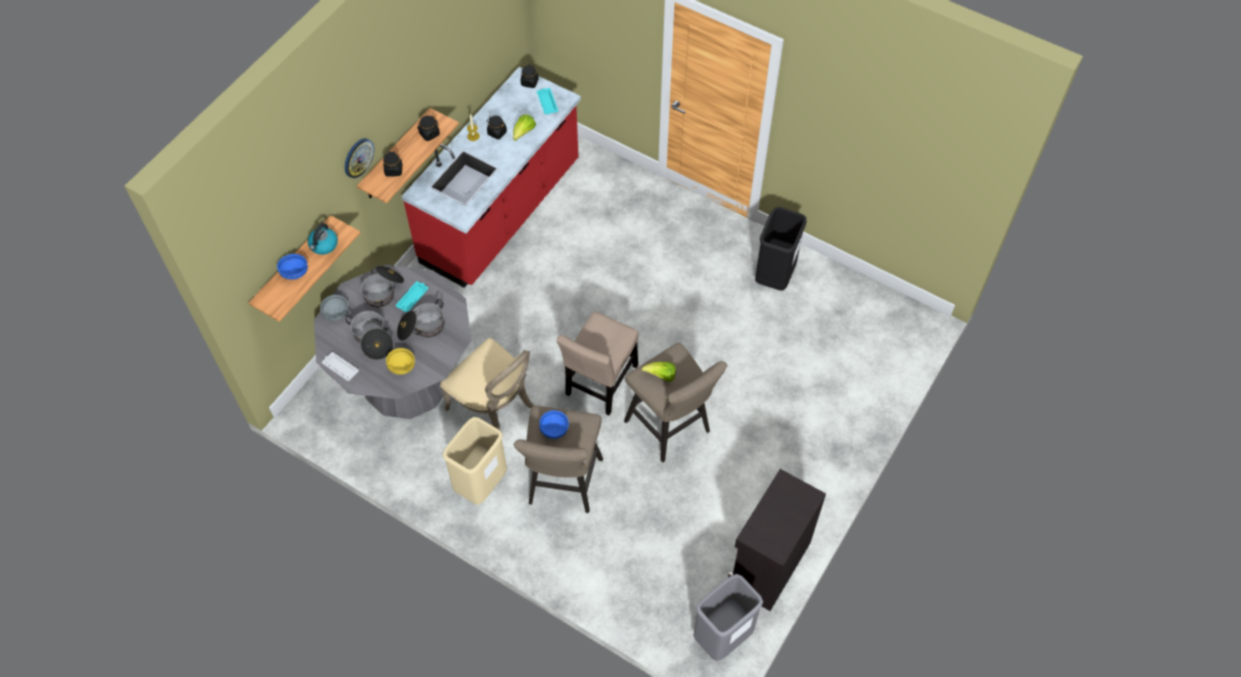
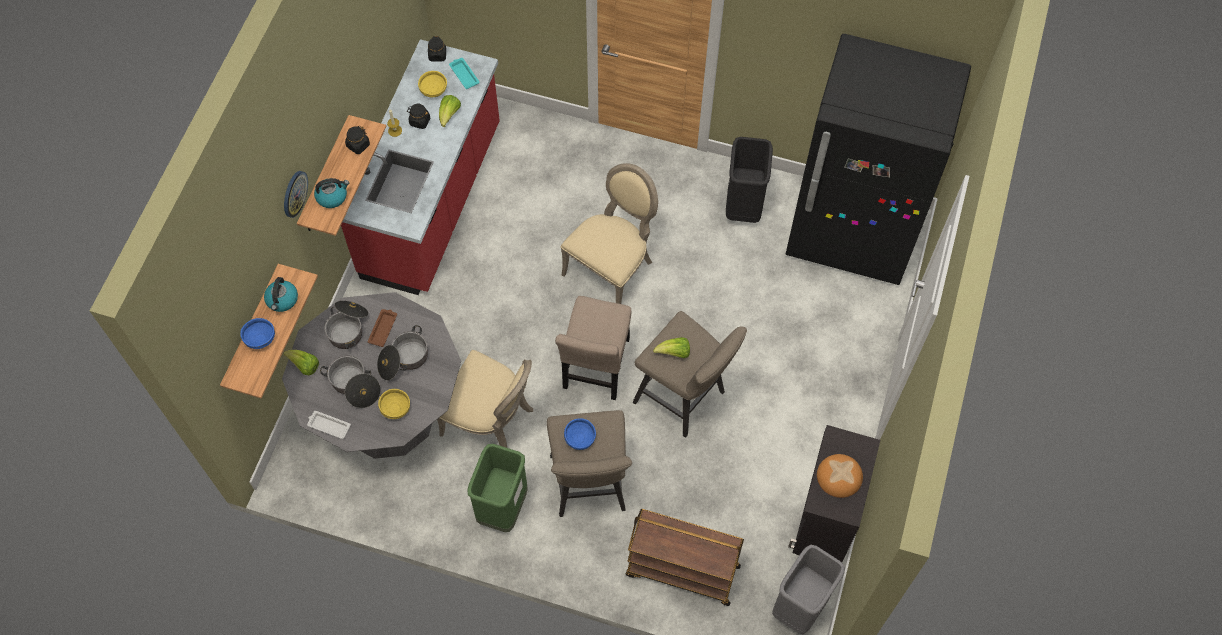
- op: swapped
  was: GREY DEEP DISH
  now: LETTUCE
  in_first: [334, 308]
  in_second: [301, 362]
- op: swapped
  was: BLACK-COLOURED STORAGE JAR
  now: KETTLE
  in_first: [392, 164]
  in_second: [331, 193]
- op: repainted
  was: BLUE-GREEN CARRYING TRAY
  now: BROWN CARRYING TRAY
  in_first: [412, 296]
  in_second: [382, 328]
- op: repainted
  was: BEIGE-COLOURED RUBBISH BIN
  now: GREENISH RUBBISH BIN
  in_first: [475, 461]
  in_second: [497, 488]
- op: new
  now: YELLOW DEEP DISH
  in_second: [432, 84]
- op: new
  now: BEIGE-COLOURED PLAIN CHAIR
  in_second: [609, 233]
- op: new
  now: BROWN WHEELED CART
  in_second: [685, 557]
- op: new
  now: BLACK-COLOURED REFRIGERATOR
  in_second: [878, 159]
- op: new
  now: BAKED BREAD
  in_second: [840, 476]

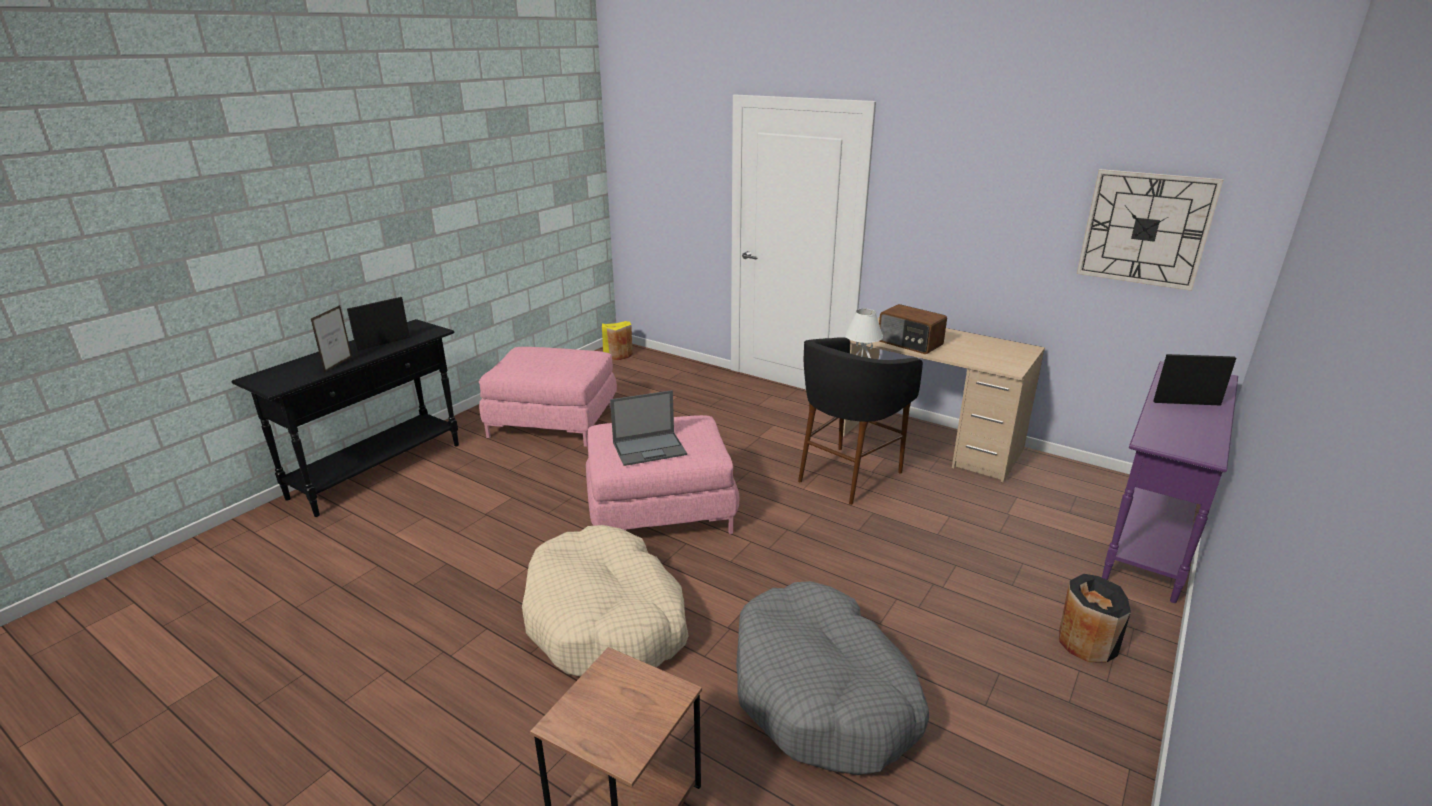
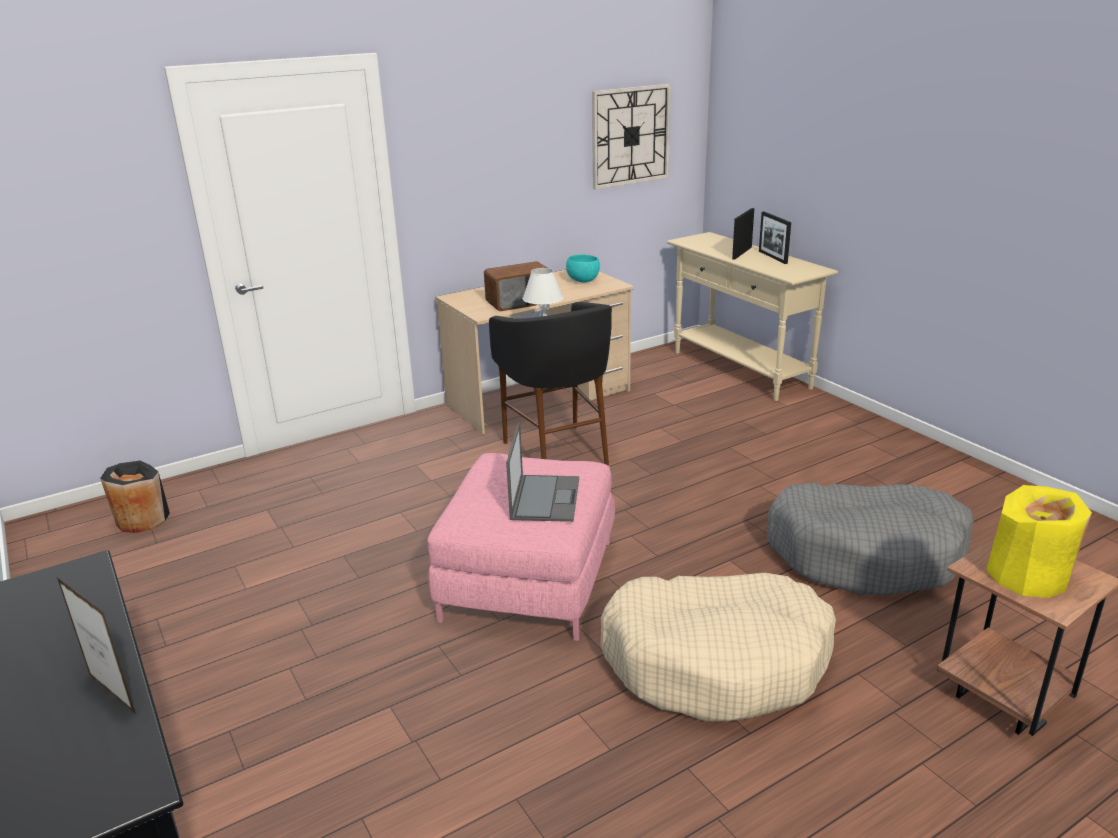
- op: shifted
  was: STANDING FRAME
  in_first: [378, 324]
  in_second: [775, 238]
- op: gone
  was: PINK OTTOMAN
  in_first: [548, 397]
- op: shifted
  was: YELLOW FLOWER VASE
  in_first: [617, 340]
  in_second: [1039, 541]
- op: shifted
  was: BLACK-COLOURED FLOWER VASE
  in_first: [1095, 618]
  in_second: [135, 497]
- op: repainted
  was: PURPLISH CONSOLE TABLE
  now: BEIGE-COLOURED CONSOLE TABLE
  in_first: [1170, 482]
  in_second: [752, 316]
- op: new
  now: BLUE-GREEN DEEP DISH
  in_second: [583, 268]

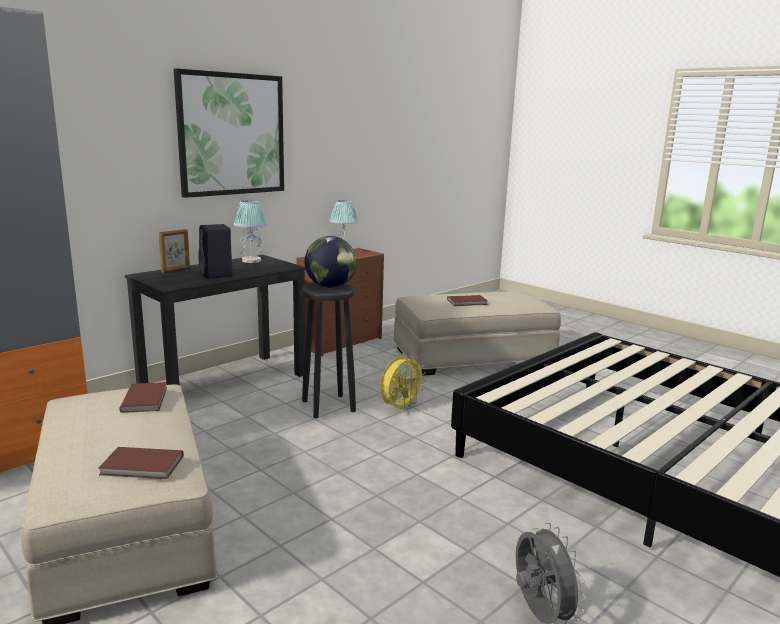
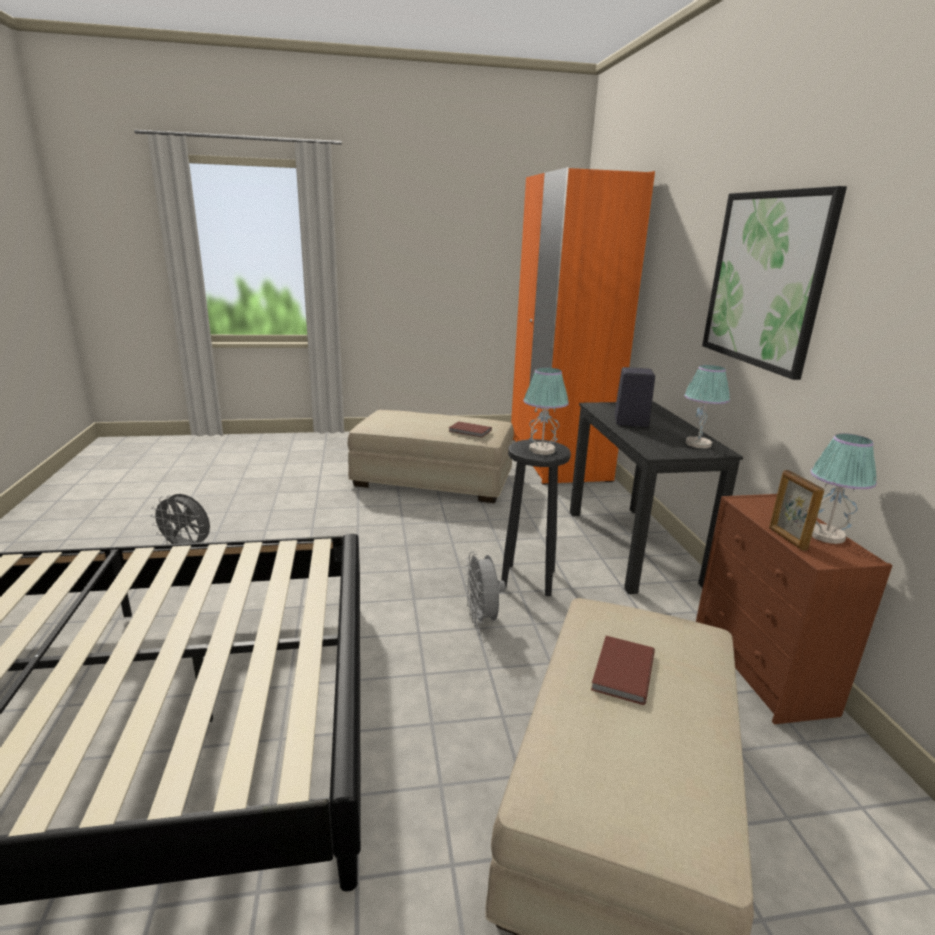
- op: gone
  was: BROWN BOUND BOOK
  in_first: [141, 463]
- op: shifted
  was: STANDING FRAME
  in_first: [174, 251]
  in_second: [797, 510]
- op: swapped
  was: DESK GLOBE
  now: TABLE LAMP
  in_first: [330, 262]
  in_second: [546, 411]
- op: repainted
  was: YELLOW ELECTRIC FAN
  now: GREY ELECTRIC FAN
  in_first: [403, 384]
  in_second: [485, 589]

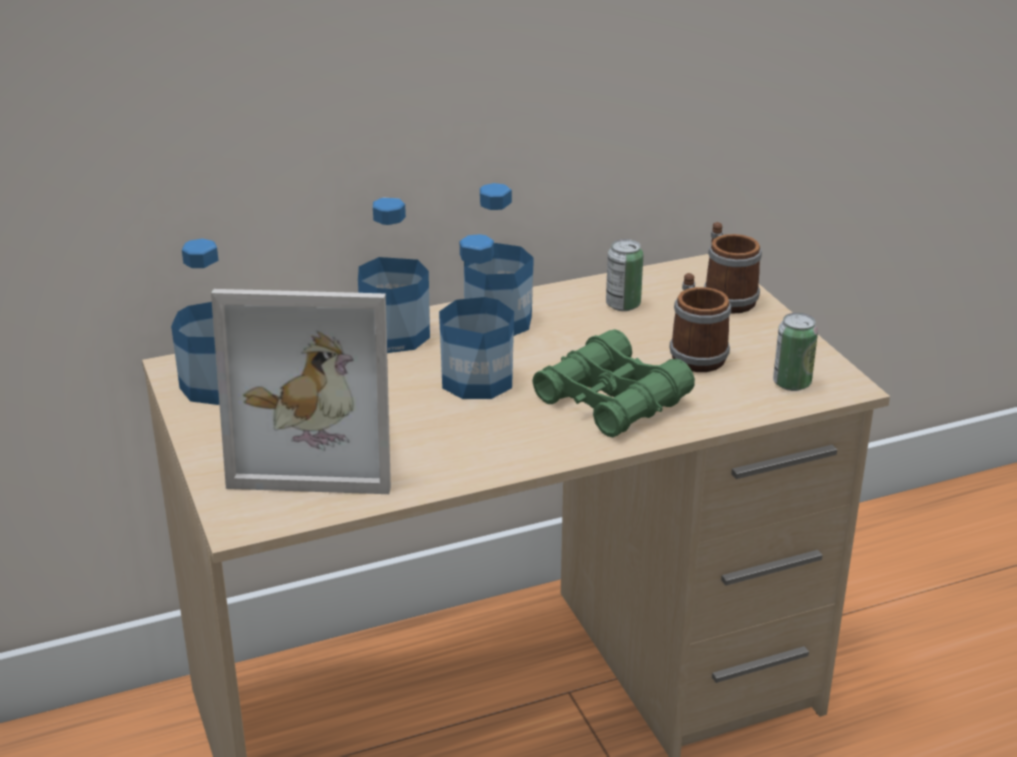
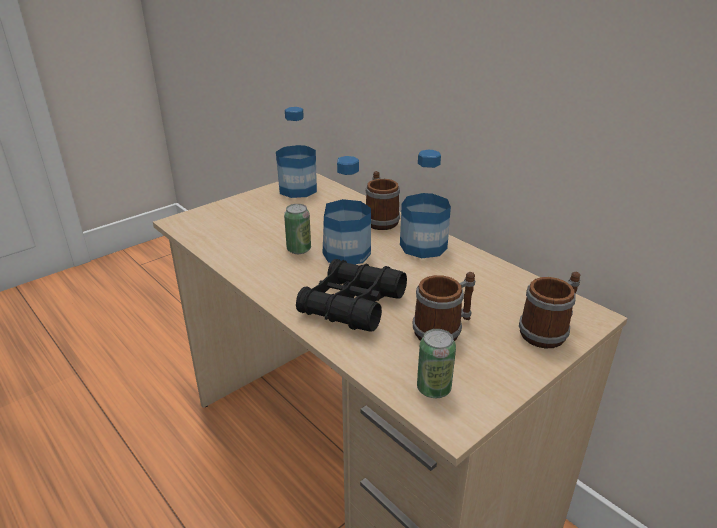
- op: gone
  was: STANDING FRAME
  in_first: [301, 391]
- op: swapped
  was: BEVERAGE BOTTLE
  now: TEA MUG
  in_first: [394, 275]
  in_second: [383, 200]
- op: repainted
  was: GREENISH BINOCULARS
  now: BLACK-COLOURED BINOCULARS
  in_first: [613, 383]
  in_second: [351, 295]
- op: shifted
  was: SEALED CAN
  in_first: [624, 275]
  in_second: [297, 229]

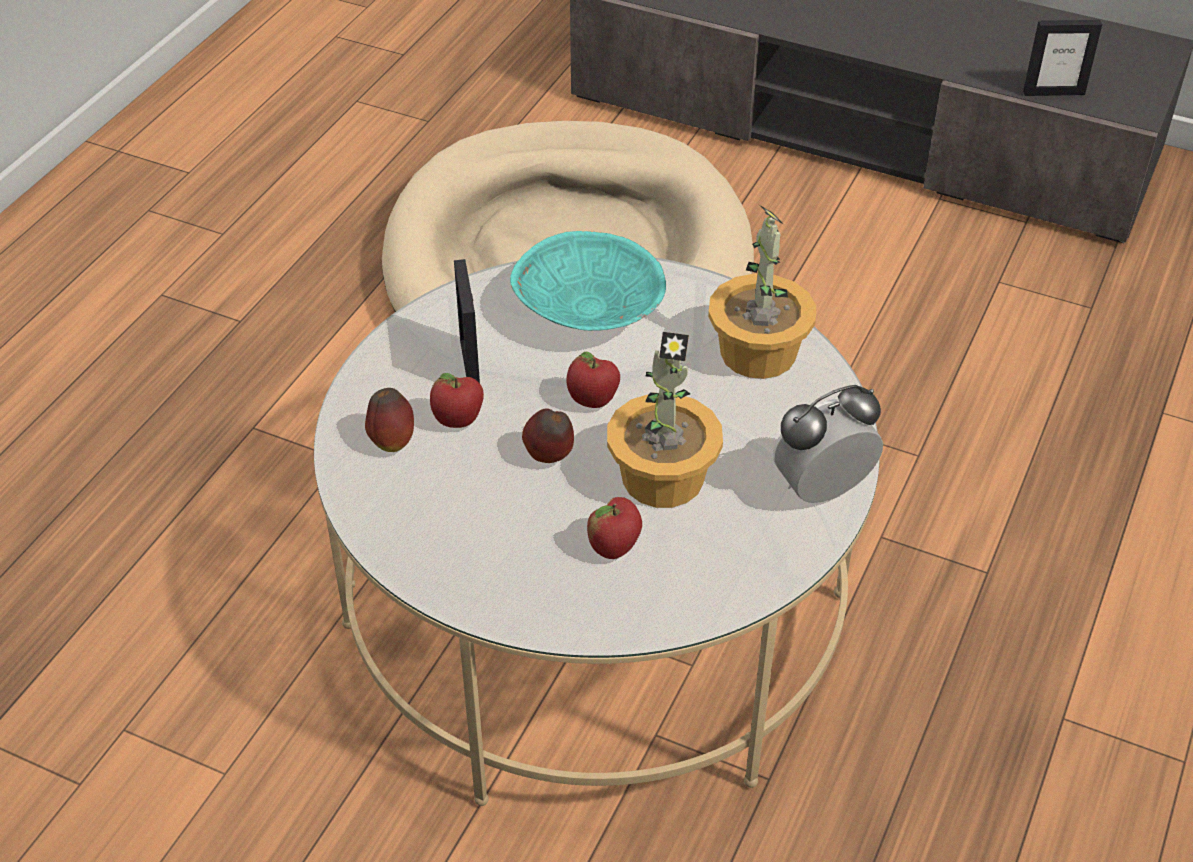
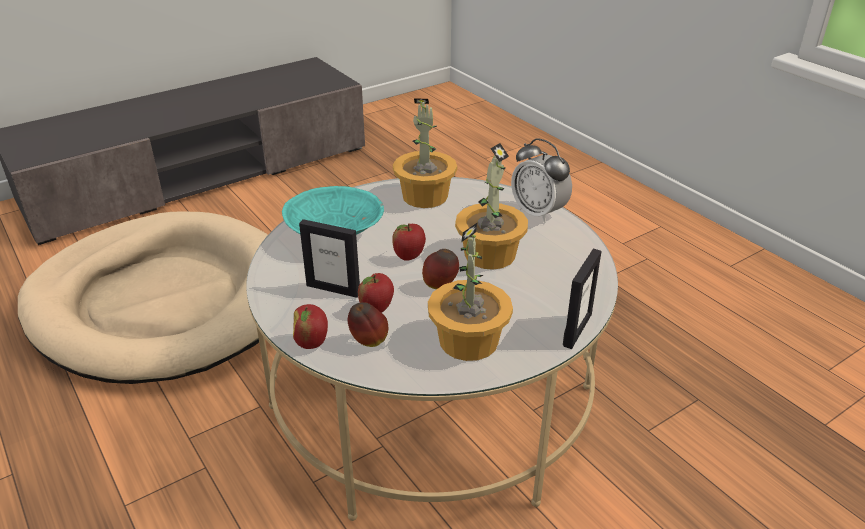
- op: shifted
  was: APPLE
  in_first: [614, 528]
  in_second: [310, 326]
- op: rotated
  was: TABLE CLOCK
  in_first: [828, 444]
  in_second: [541, 180]
  clockwise: -45
- op: shifted
  was: STANDING FRAME
  in_first: [1062, 58]
  in_second: [582, 299]
- op: new
  now: PLANT IN A POT
  in_second: [470, 292]

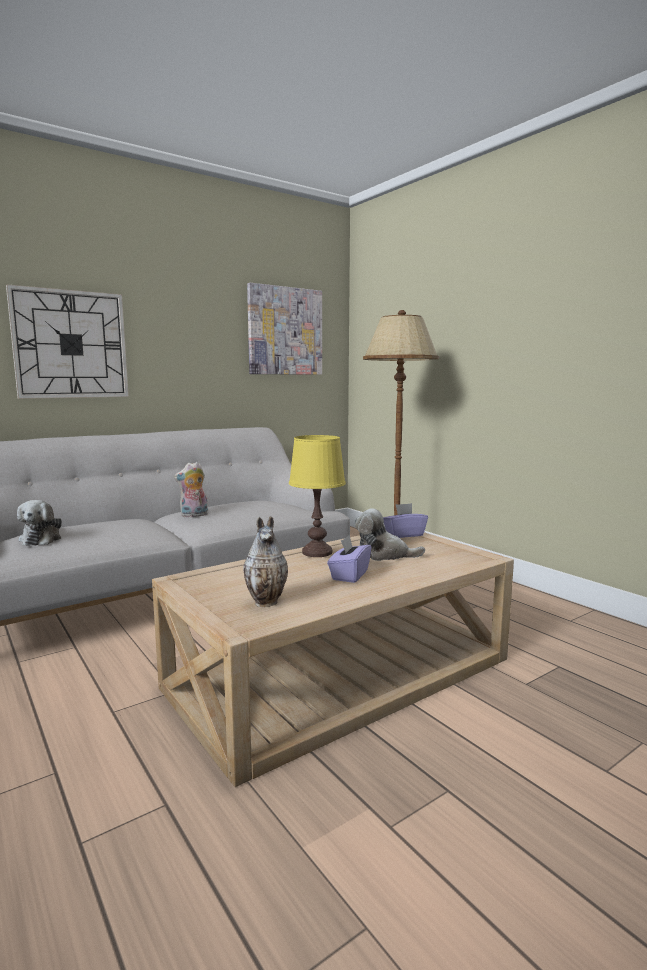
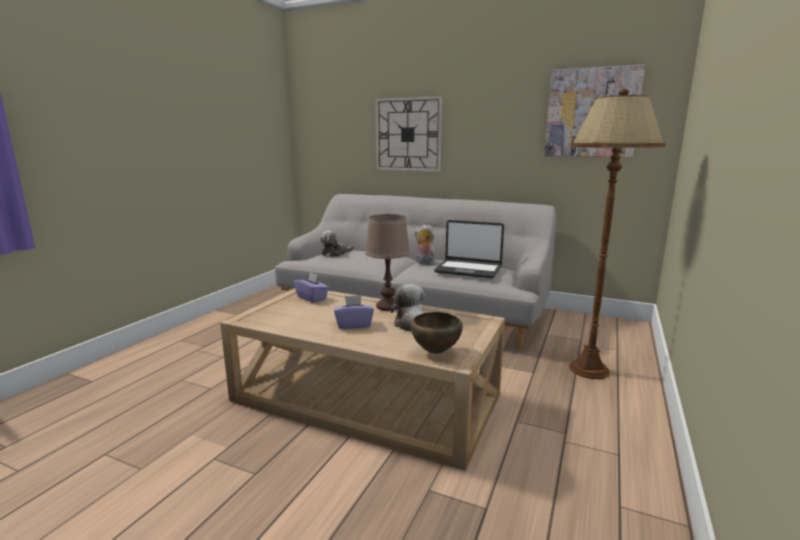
- op: gone
  was: FLOWER VASE
  in_first: [265, 561]
- op: repainted
  was: YELLOW TABLE LAMP
  now: BROWN TABLE LAMP
  in_first: [317, 496]
  in_second: [387, 262]
- op: shifted
  was: PURPLISH BOX OF TISSUES
  in_first: [405, 520]
  in_second: [311, 287]
- op: new
  now: BROWN DEEP DISH
  in_second: [437, 333]
- op: new
  now: PORTABLE COMPUTER
  in_second: [469, 249]

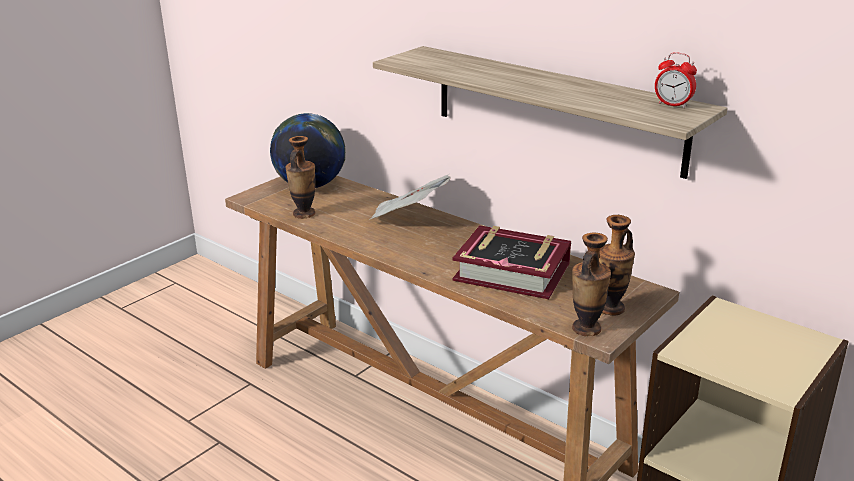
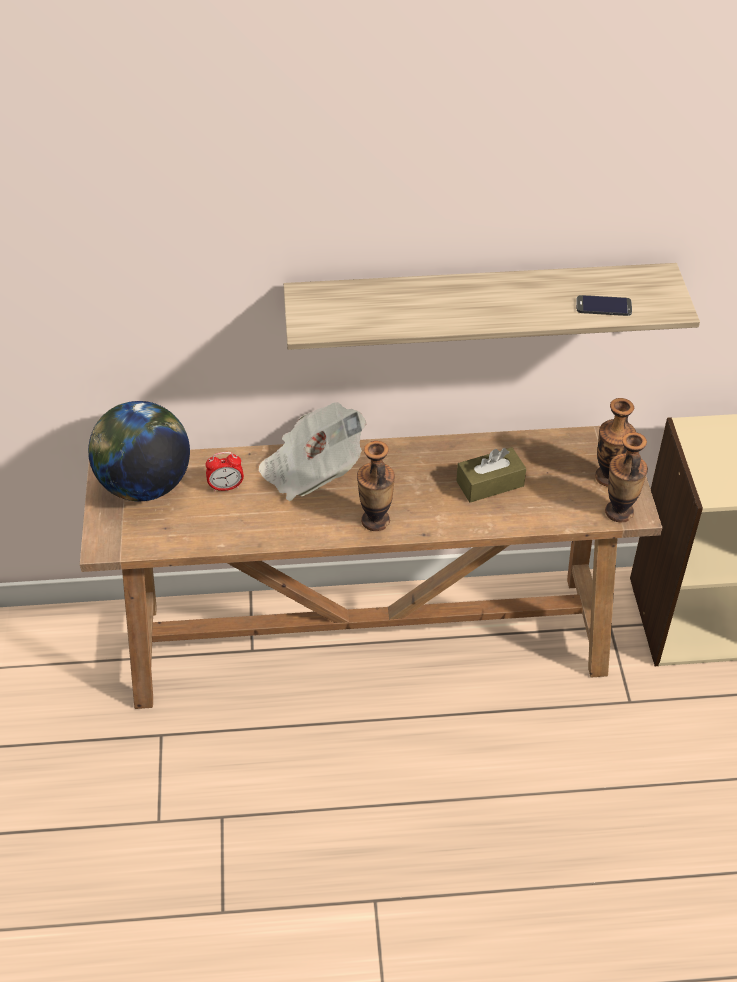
- op: shifted
  was: FLOWER VASE
  in_first: [300, 177]
  in_second: [376, 486]
- op: swapped
  was: BOUND BOOK
  now: BROWN BOX OF TISSUES
  in_first: [512, 262]
  in_second: [491, 475]
- op: shifted
  was: TABLE CLOCK
  in_first: [676, 80]
  in_second: [224, 472]
- op: new
  now: PHONE
  in_second: [604, 305]

